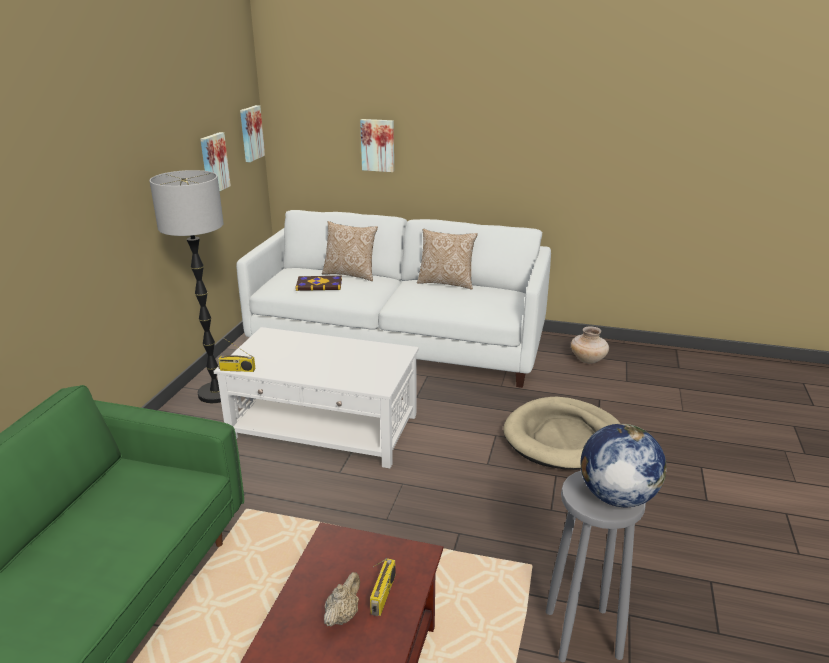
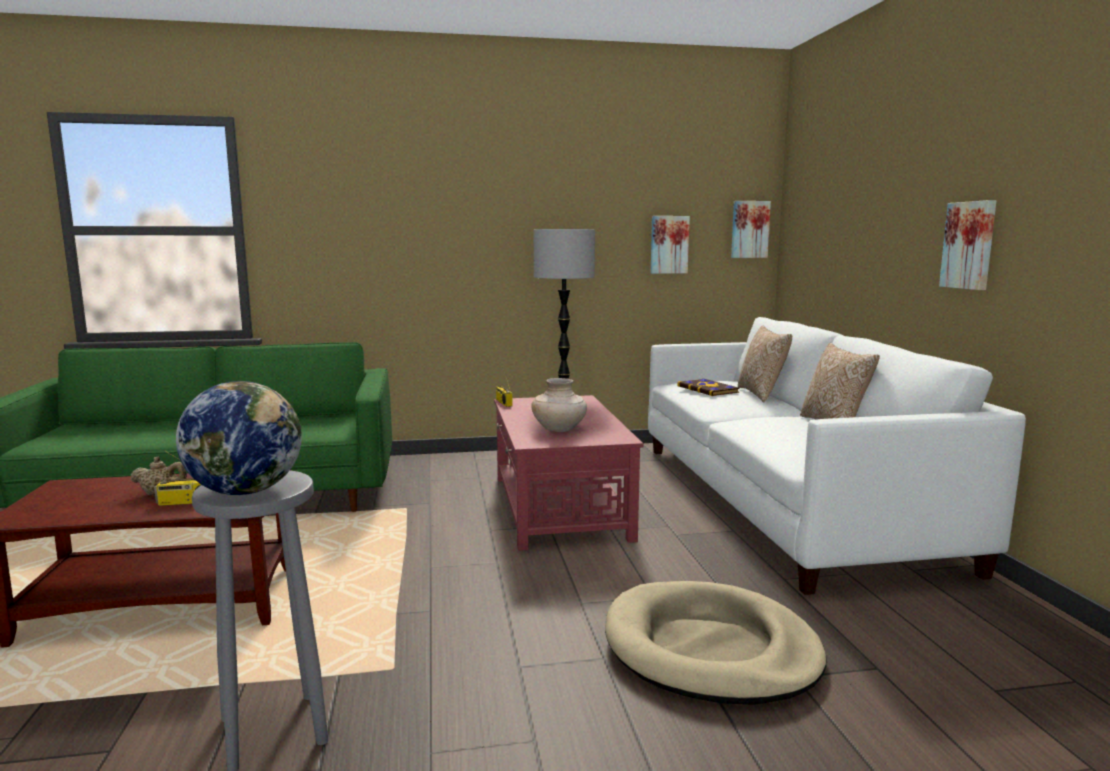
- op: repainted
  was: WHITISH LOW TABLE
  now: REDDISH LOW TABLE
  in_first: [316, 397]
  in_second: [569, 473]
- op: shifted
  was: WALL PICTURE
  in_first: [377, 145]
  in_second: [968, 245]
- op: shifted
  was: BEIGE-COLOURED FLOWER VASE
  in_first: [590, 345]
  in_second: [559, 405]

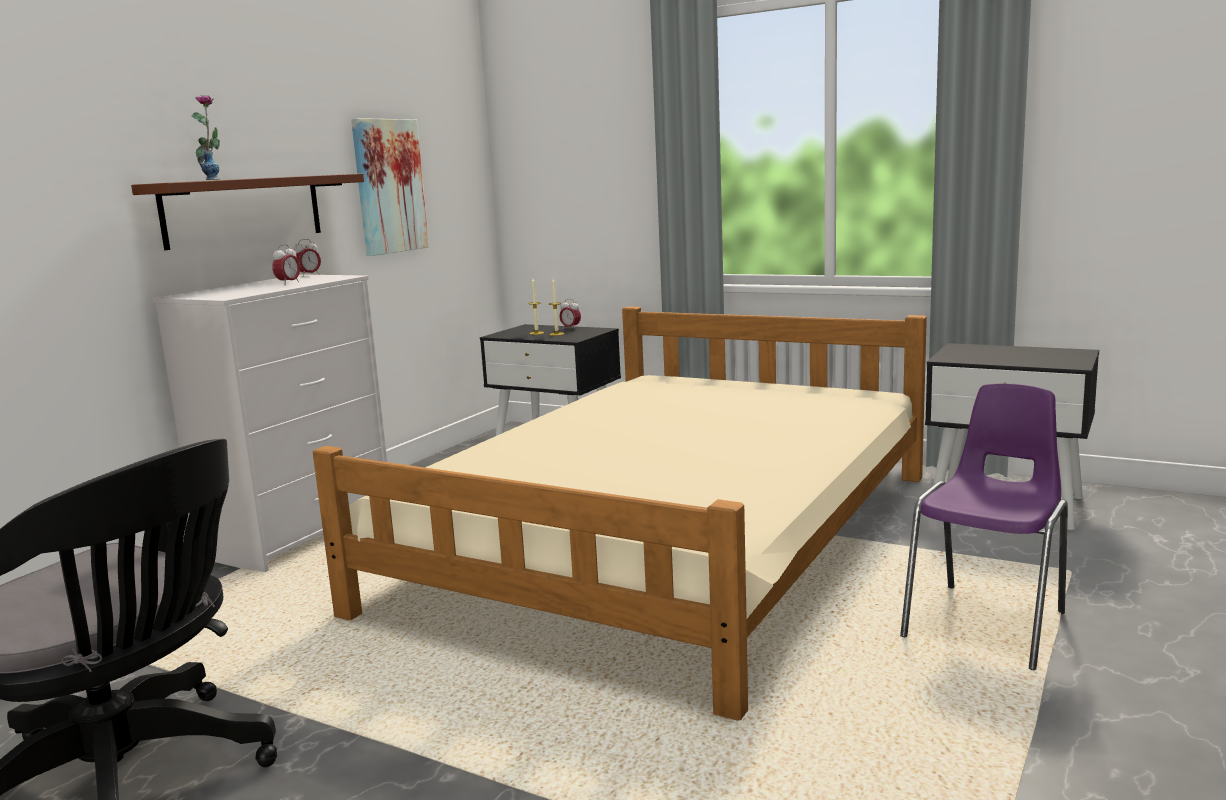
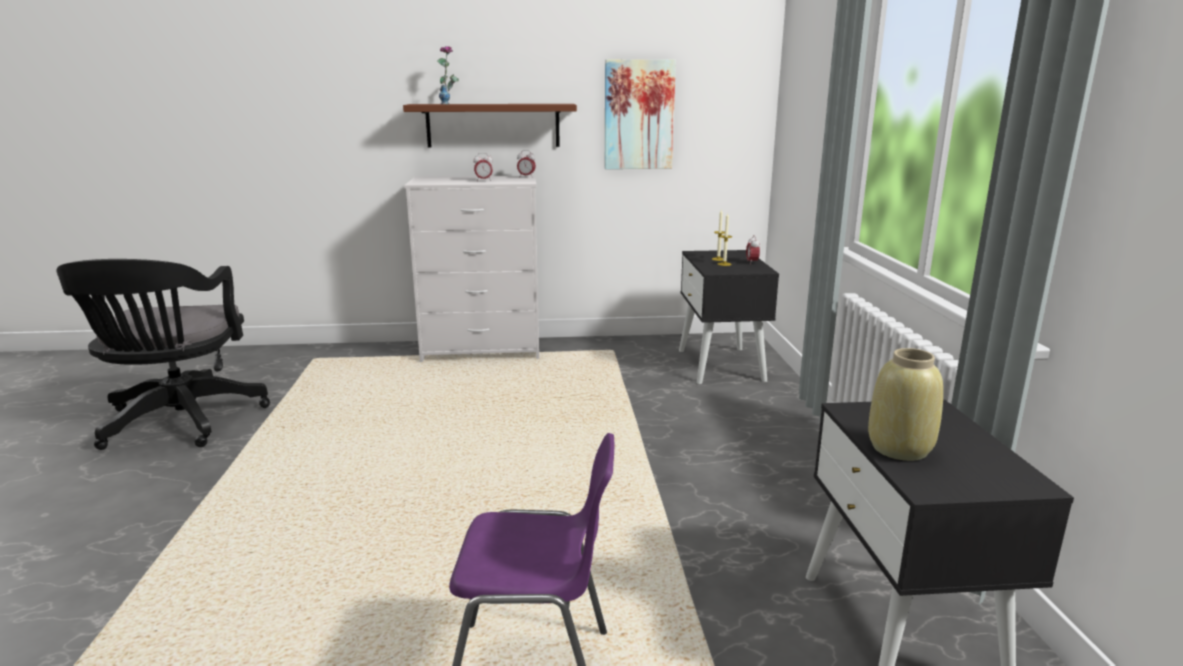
- op: gone
  was: BEIGE-COLOURED BED
  in_first: [619, 513]
- op: new
  now: BEIGE-COLOURED FLOWER VASE
  in_second: [905, 404]

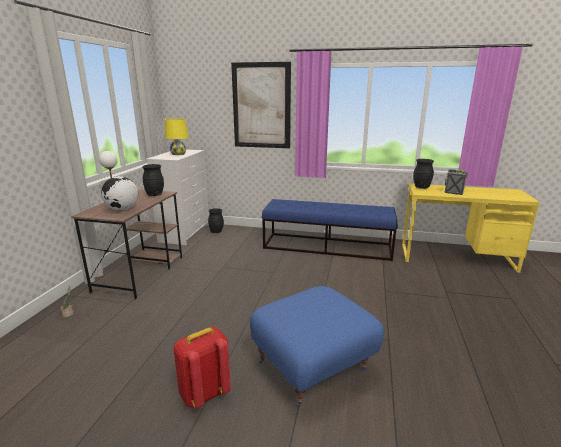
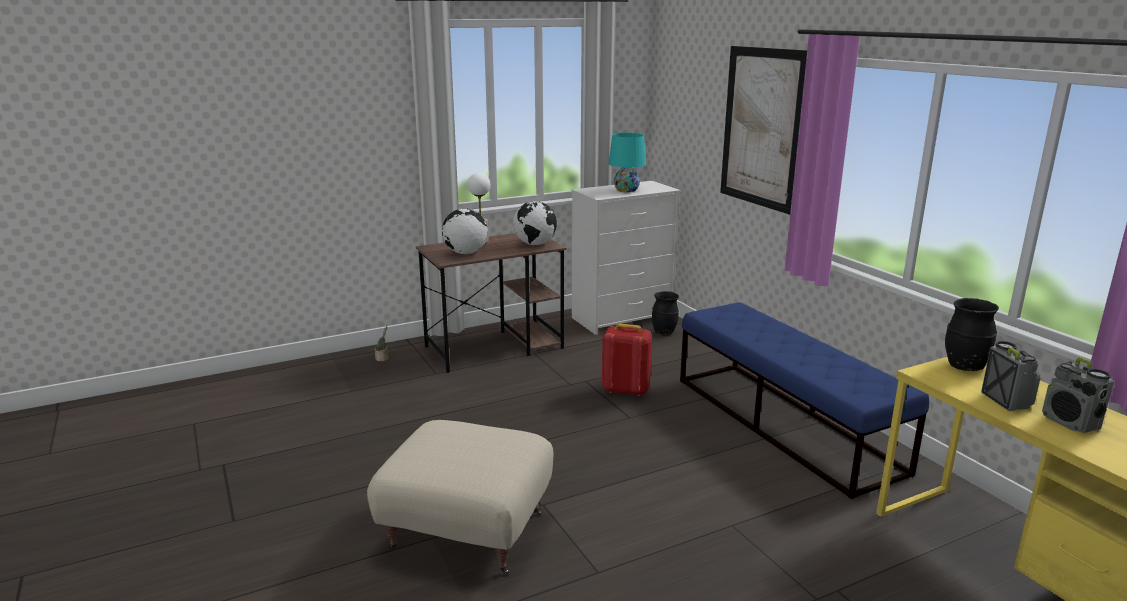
- op: swapped
  was: BLACK-COLOURED FLOWER VASE
  now: DESK GLOBE
  in_first: [153, 180]
  in_second: [535, 223]
- op: repainted
  was: YELLOW TABLE LAMP
  now: BLUE-GREEN TABLE LAMP
  in_first: [177, 137]
  in_second: [627, 162]
- op: shifted
  was: REDDISH RUCKSACK
  in_first: [202, 367]
  in_second: [627, 360]
- op: repainted
  was: BLUE-COLOURED OTTOMAN
  now: BEIGE-COLOURED OTTOMAN
  in_first: [317, 346]
  in_second: [460, 497]
- op: new
  now: RADIO SET
  in_second: [1078, 395]

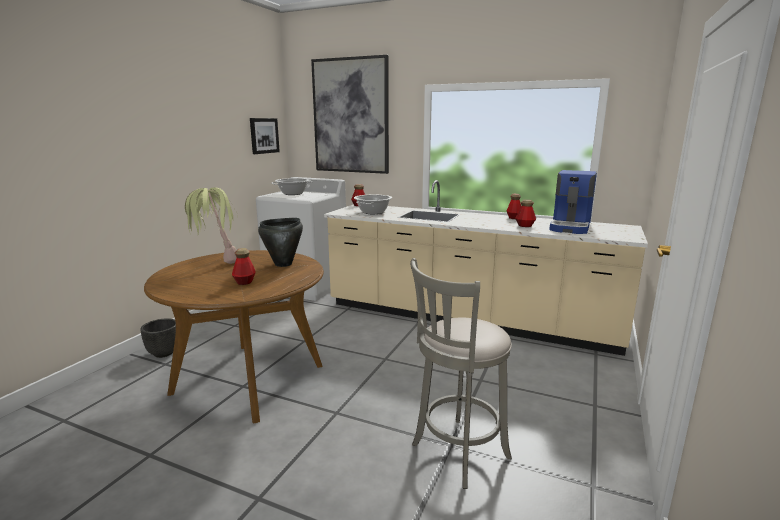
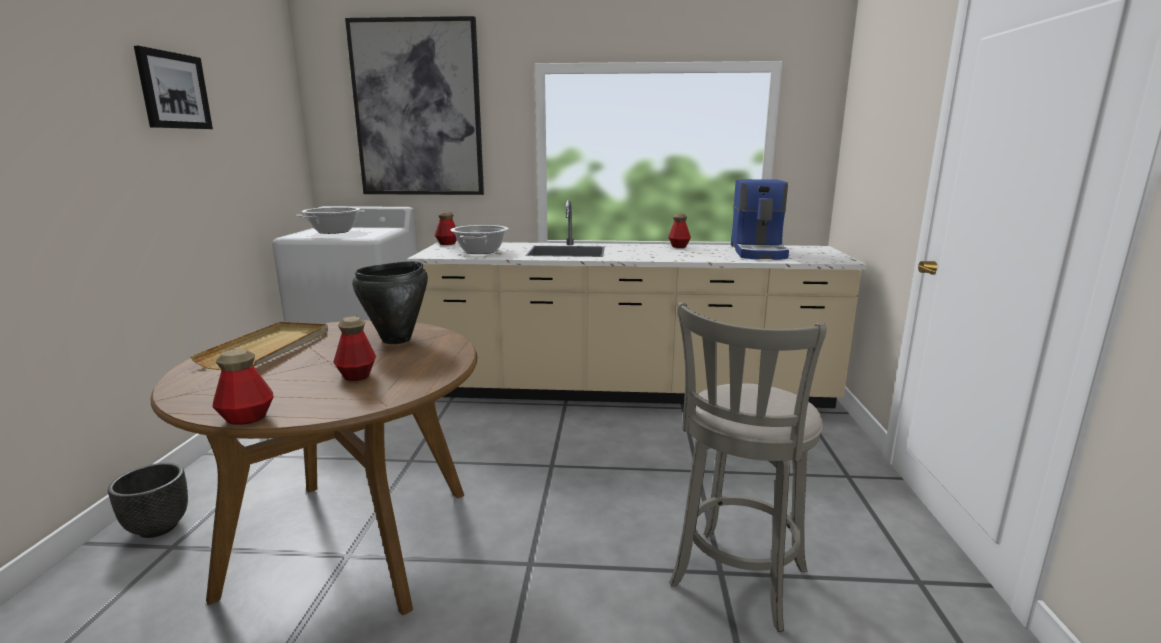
- op: swapped
  was: PLANT IN A POT
  now: BEIGE-COLOURED CARRYING TRAY
  in_first: [211, 225]
  in_second: [259, 346]
- op: shifted
  was: WALL PICTURE
  in_first: [265, 136]
  in_second: [173, 87]
- op: shifted
  was: BEVERAGE BOTTLE
  in_first: [525, 213]
  in_second: [243, 387]

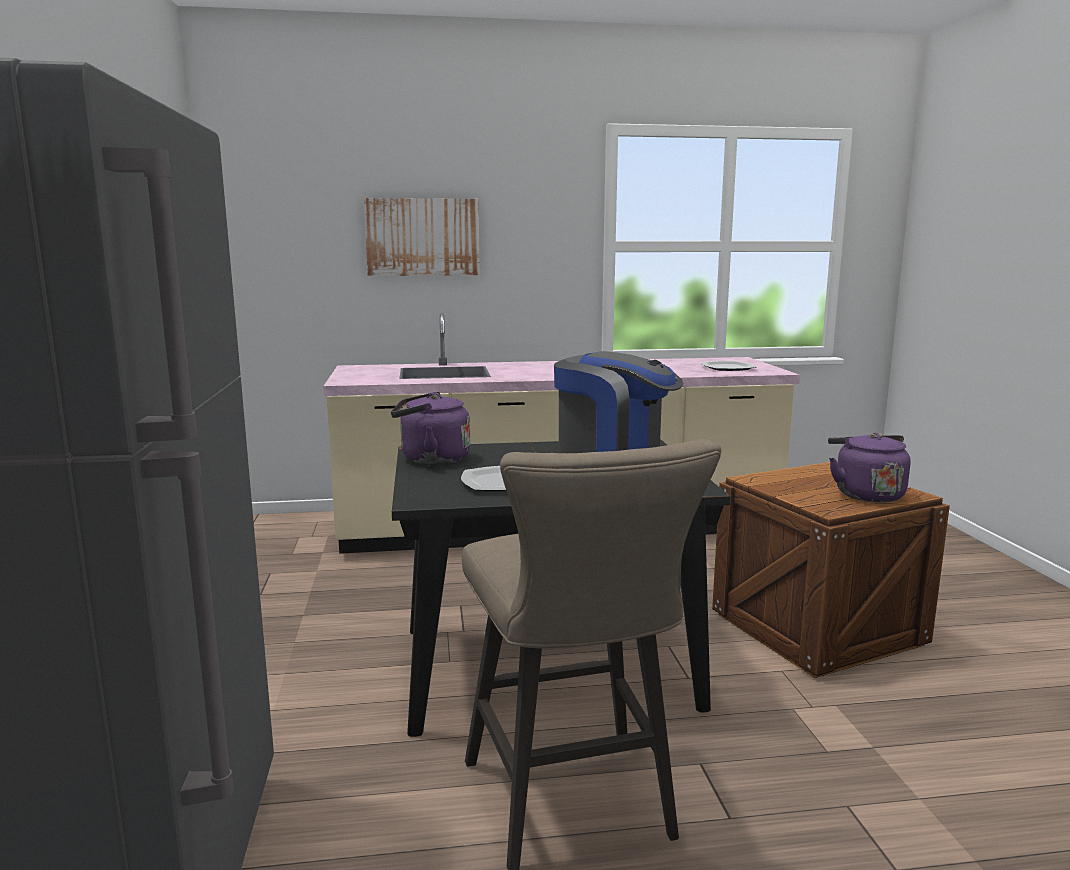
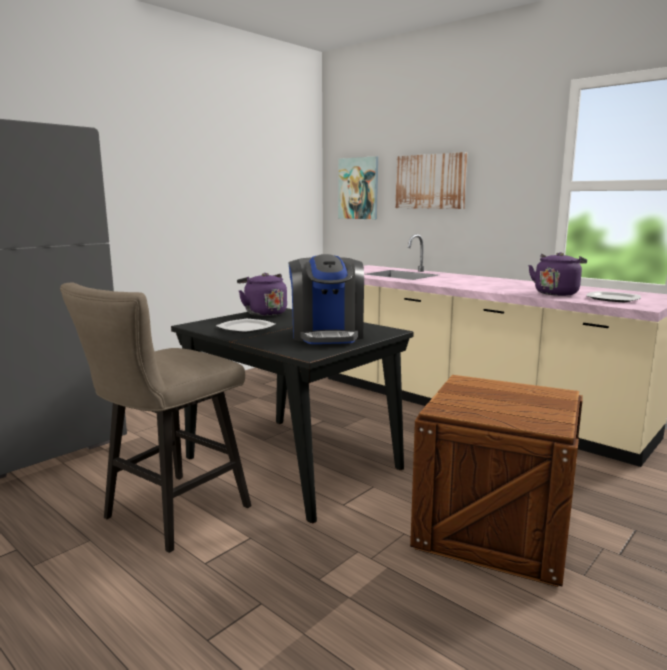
- op: shifted
  was: PURPLISH KETTLE
  in_first: [869, 468]
  in_second: [557, 274]
- op: new
  now: WALL PICTURE
  in_second: [358, 187]

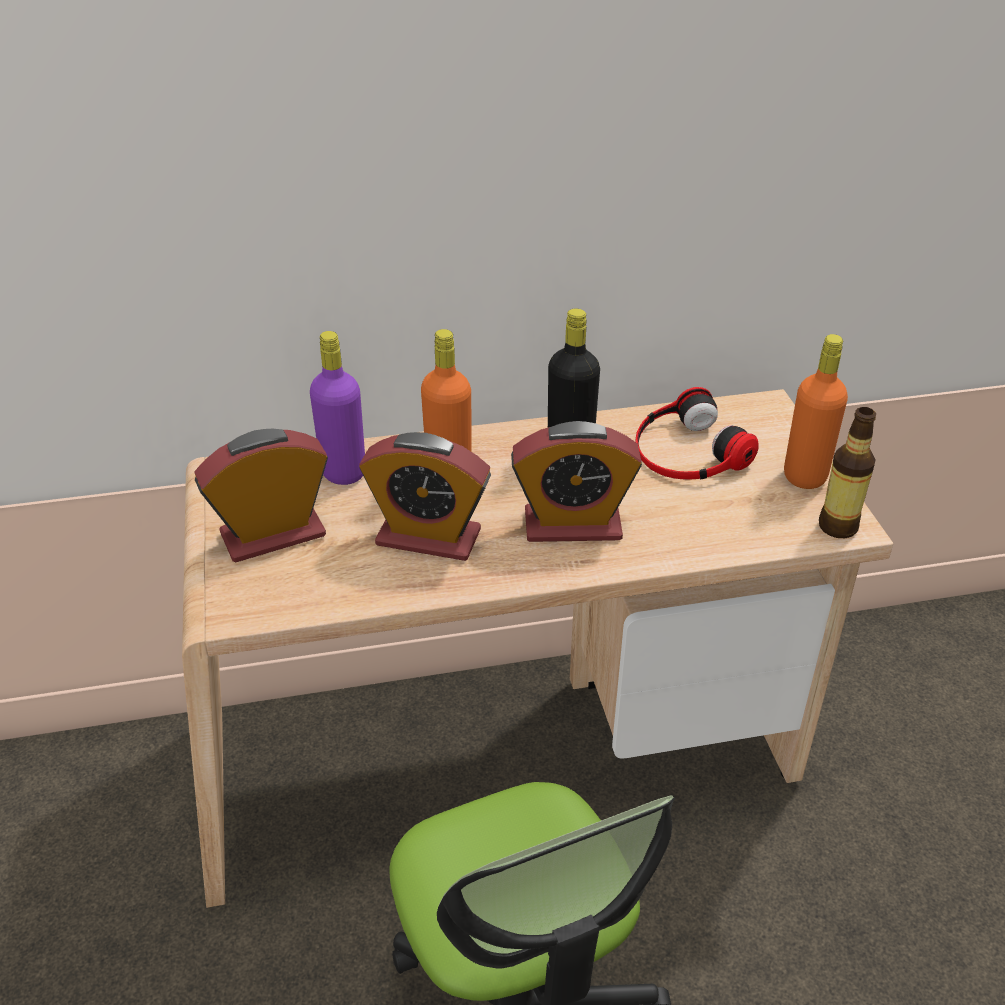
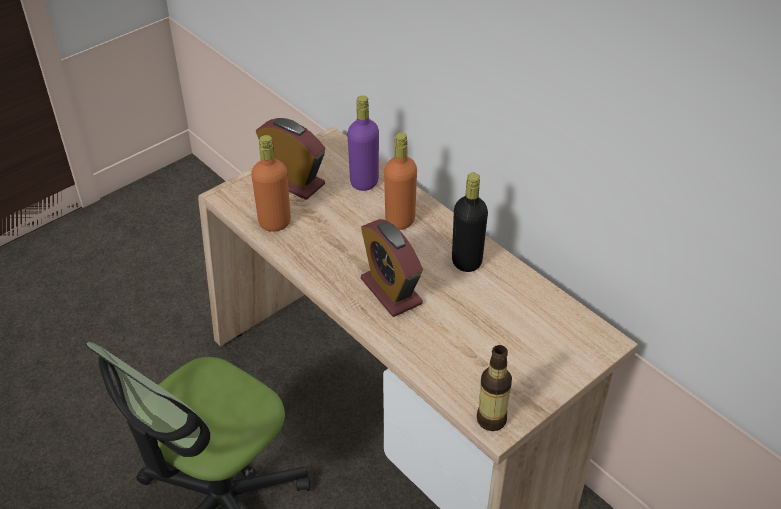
- op: gone
  was: TABLE CLOCK
  in_first: [425, 496]
- op: gone
  was: HEADPHONES
  in_first: [697, 433]
- op: shifted
  was: ORANGE-COLOURED BEVERAGE BOTTLE
  in_first: [816, 411]
  in_second: [271, 183]

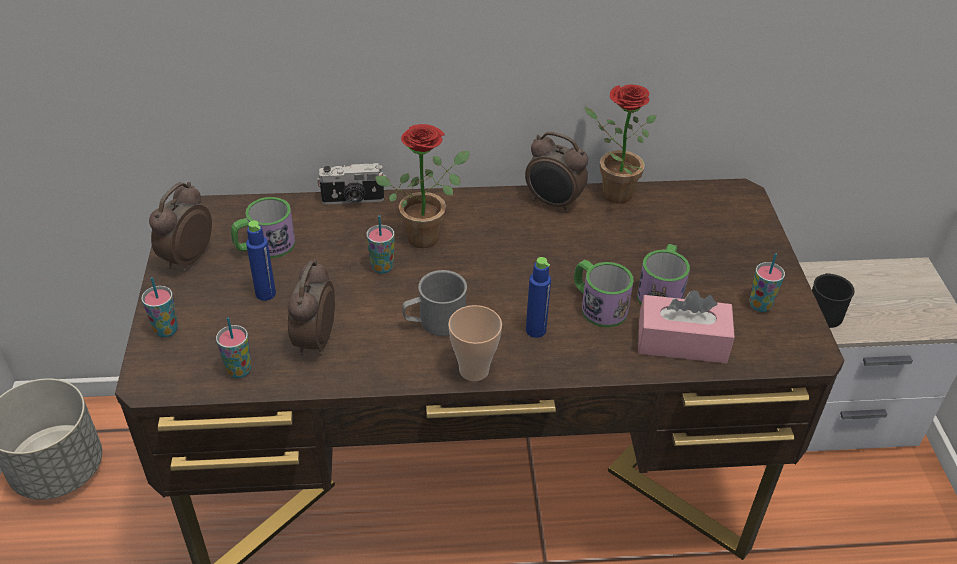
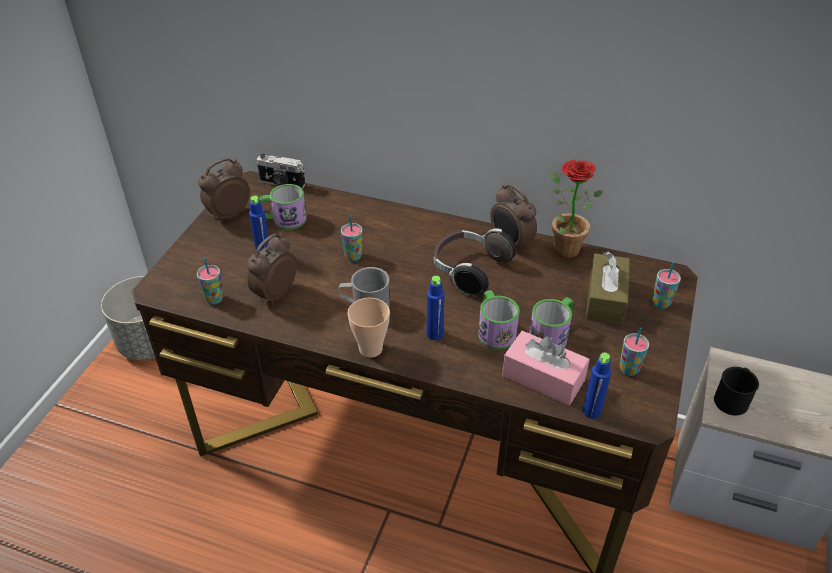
- op: shifted
  was: CUP
  in_first: [159, 307]
  in_second: [666, 285]
- op: shifted
  was: PHOTO CAMERA
  in_first: [351, 184]
  in_second: [281, 171]
- op: gone
  was: PLANT IN A POT
  in_first: [422, 186]
- op: new
  now: HEADPHONES
  in_second: [475, 262]
- op: new
  now: BLUE-COLOURED BEVERAGE BOTTLE
  in_second: [597, 385]
- op: new
  now: BROWN BOX OF TISSUES
  in_second: [608, 287]

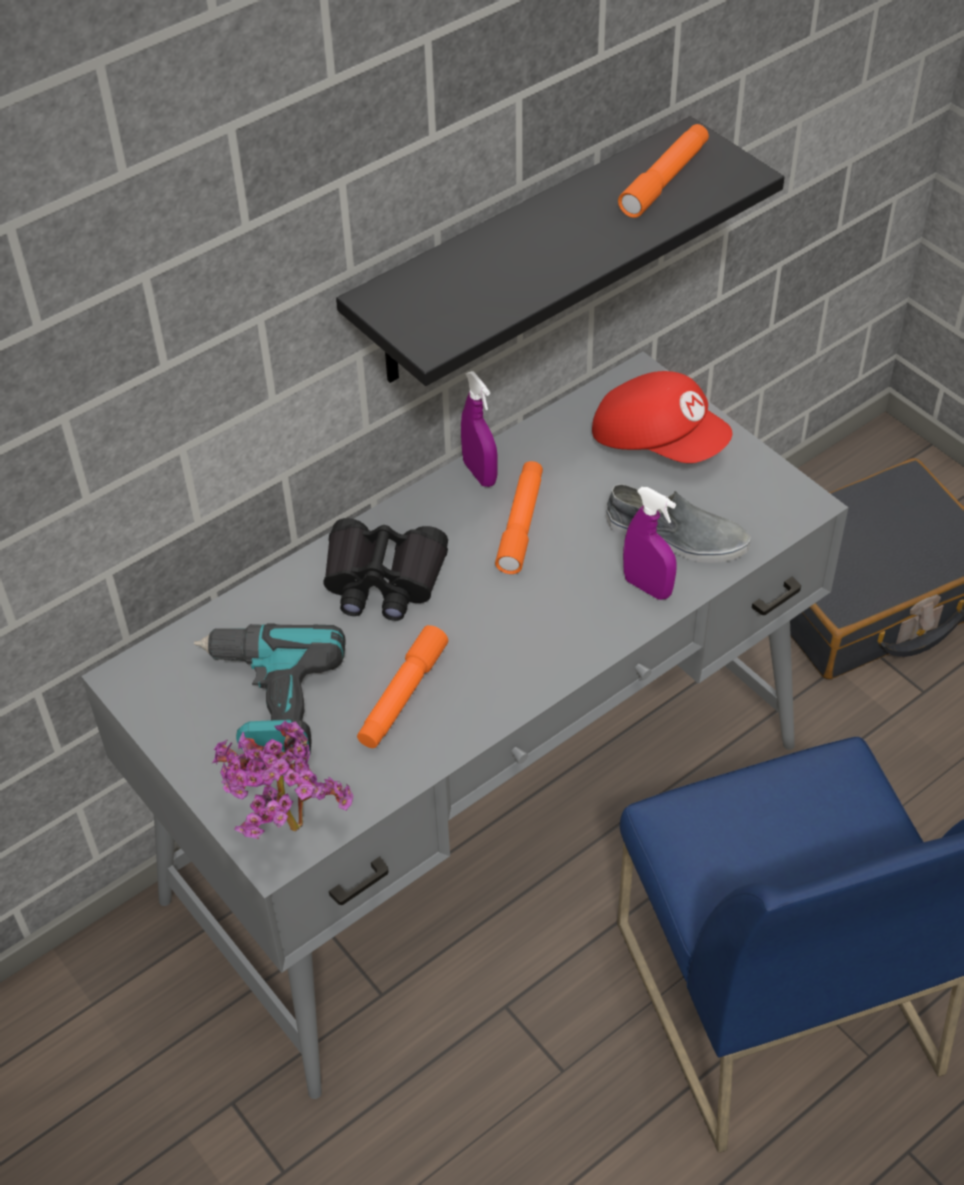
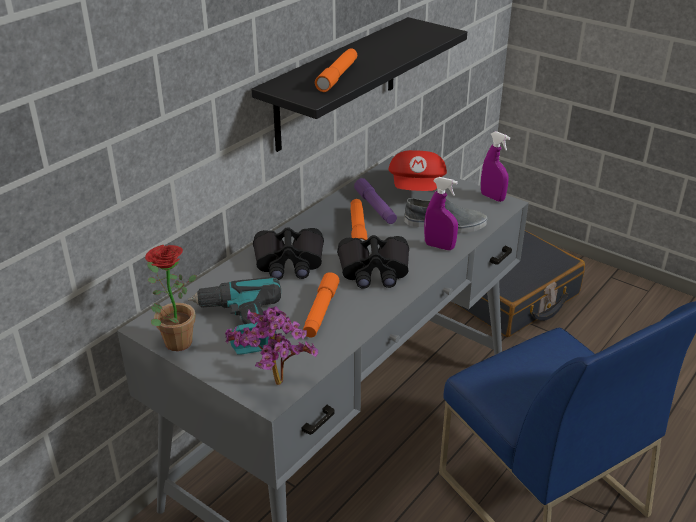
- op: shifted
  was: PURPLISH HAND SPRAYER
  in_first: [479, 429]
  in_second: [495, 166]
- op: rotated
  was: REDDISH BASEBALL CAP
  in_first: [662, 417]
  in_second: [417, 170]
  clockwise: 75
- op: shifted
  was: ORANGE-COLOURED HAND TORCH
  in_first: [663, 171]
  in_second: [336, 70]
- op: new
  now: PLANT IN A POT
  in_second: [171, 298]
- op: new
  now: BLACK-COLOURED BINOCULARS
  in_second: [373, 262]
- op: new
  now: PURPLISH HAND TORCH
  in_second: [375, 201]

